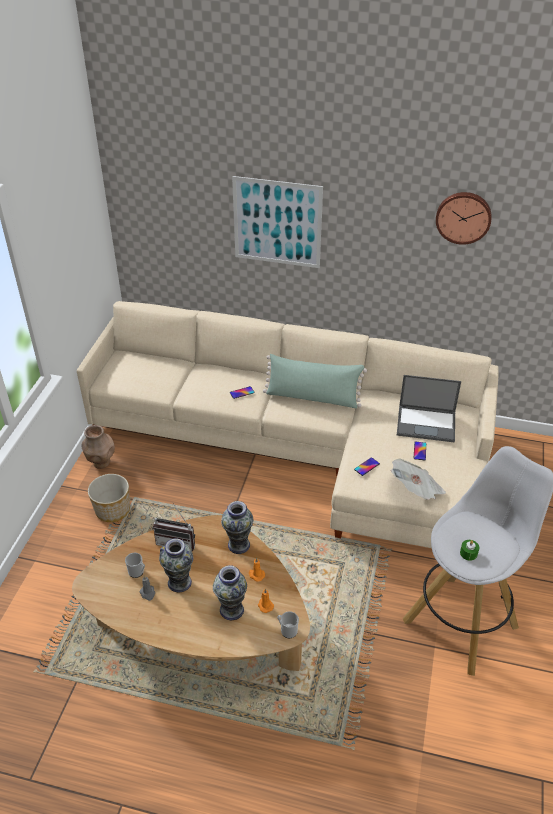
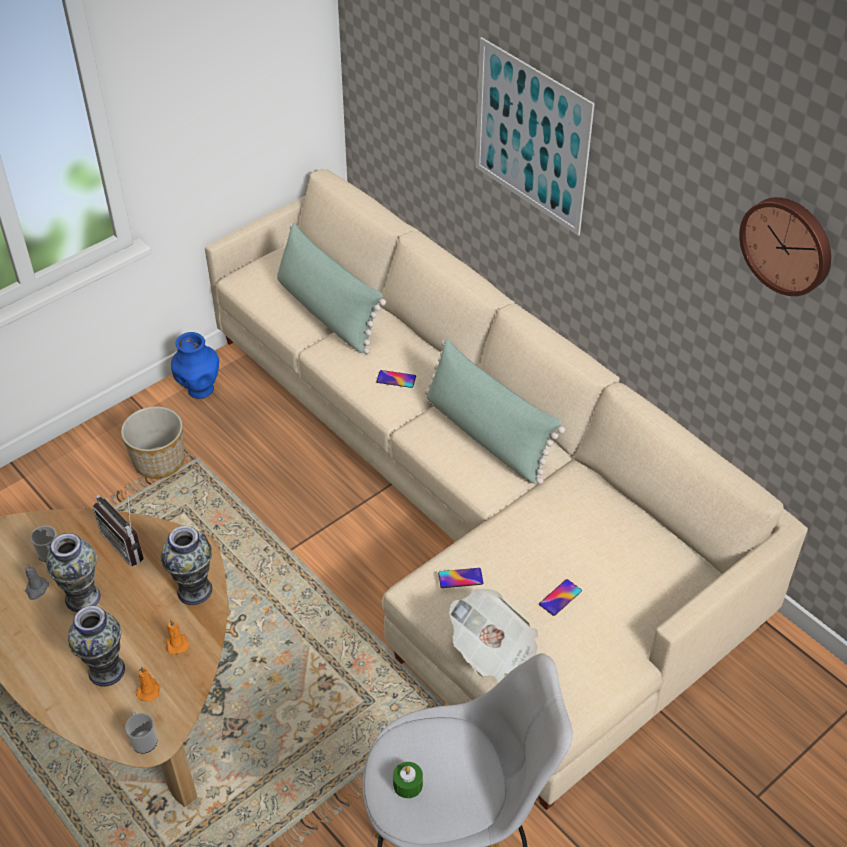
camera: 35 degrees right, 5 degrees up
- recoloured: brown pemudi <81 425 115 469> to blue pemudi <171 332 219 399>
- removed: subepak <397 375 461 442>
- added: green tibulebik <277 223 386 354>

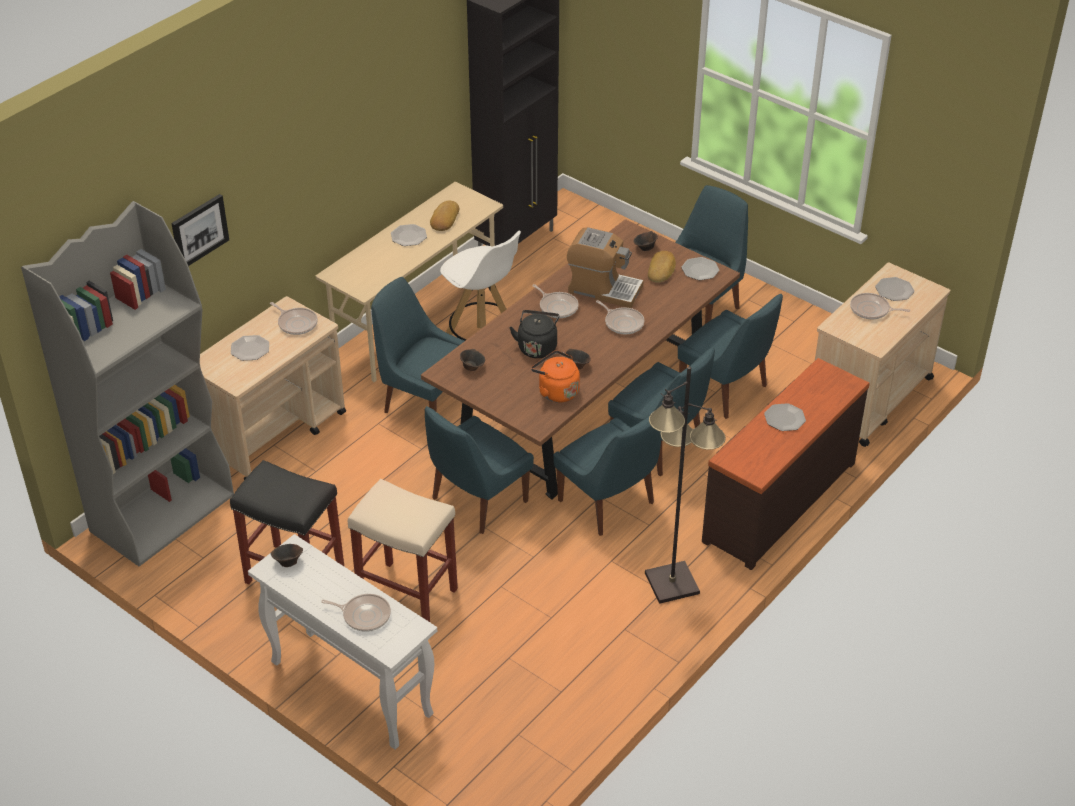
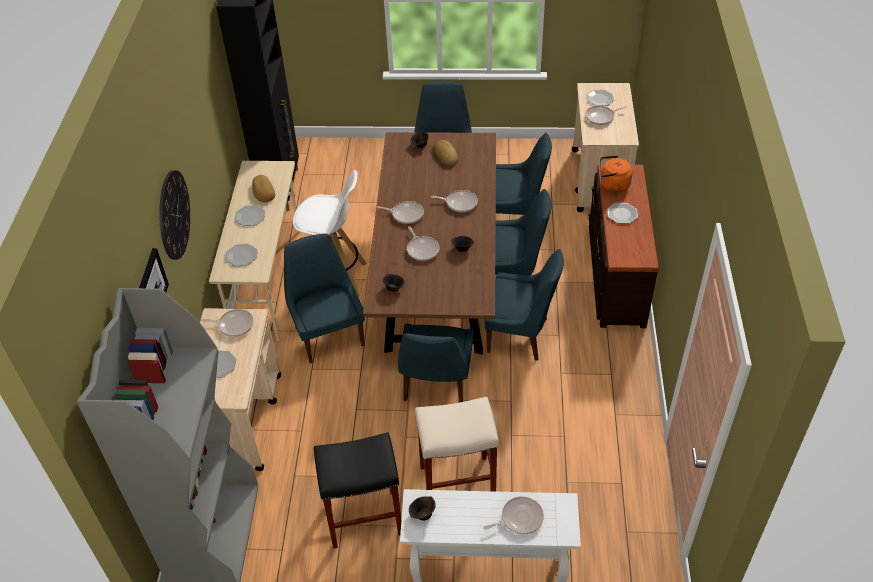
camera: 35 degrees left, 5 degrees up
- turned: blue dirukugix <371 277 464 413> = <284 234 365 364> 75 degrees clockwise
- replaced: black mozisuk <509 310 559 358> to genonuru <407 226 440 261>
- moved: orange mozisuk <531 350 580 403> to <600 155 632 193>
- removed: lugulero <567 227 644 308>
- removed: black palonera <645 366 726 604>
- moved: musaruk <681 257 719 280> to <226 244 257 267>
- added: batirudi <159 170 190 260>

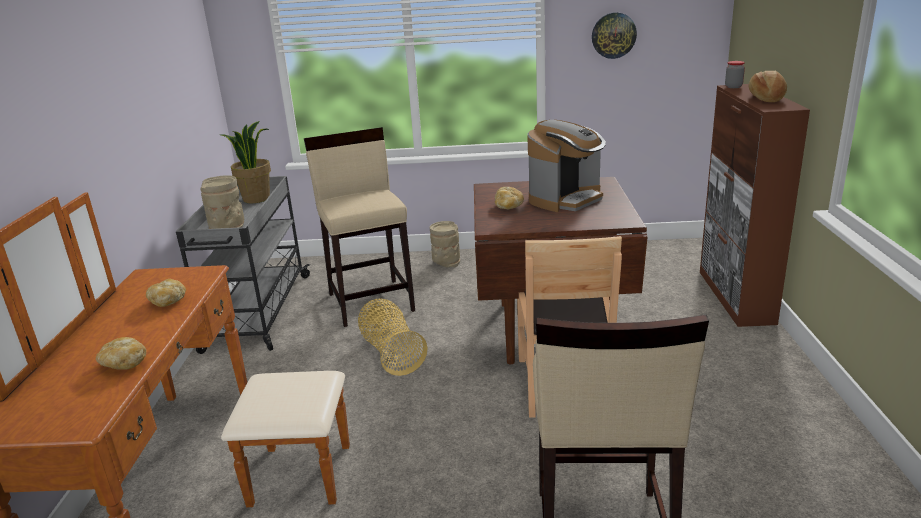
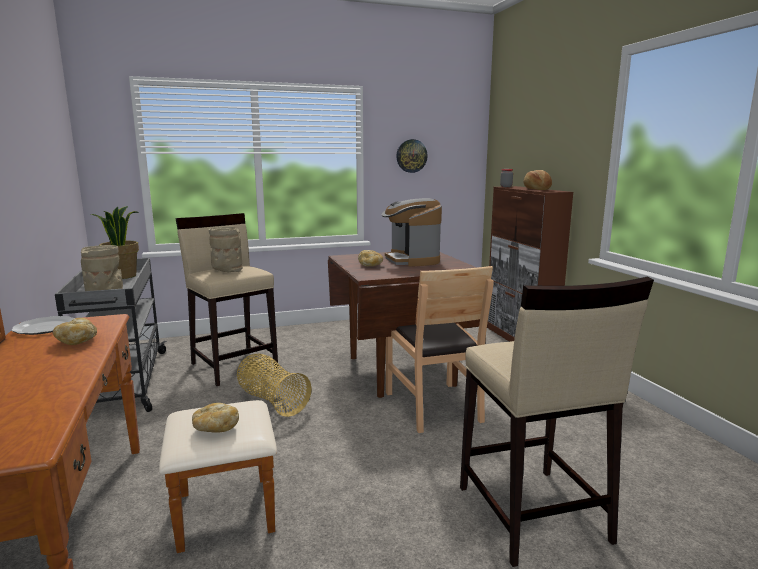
camera: 20 degrees left, 10 degrees down
- moved: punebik <96 337 146 370> to <192 403 239 433>
- moved: beige pemudi <430 221 460 267> to <209 227 243 273>
- turned: lugulero <527 120 606 212> = <382 198 442 267> 135 degrees clockwise
- added: musaruk <11 316 75 335>

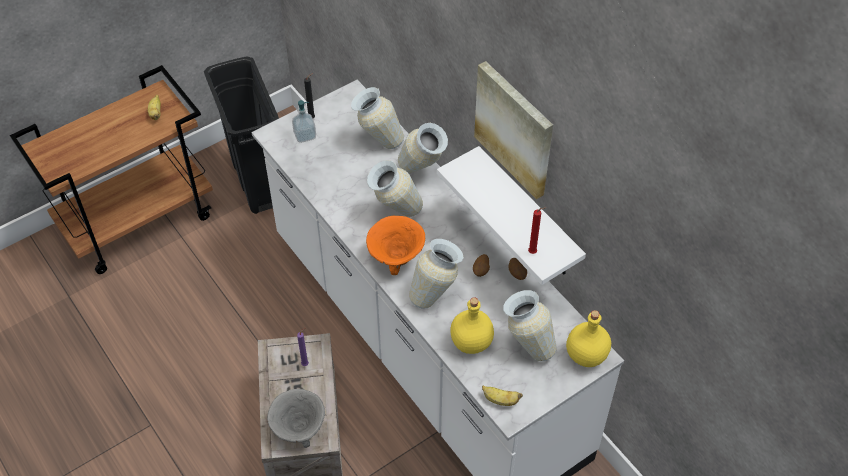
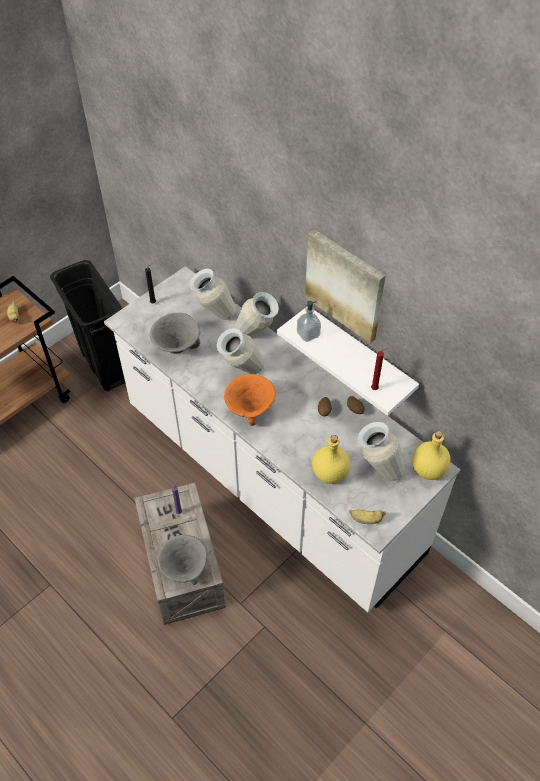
camera: 10 degrees left, 0 degrees up
- moved: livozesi <292 100 316 143> to <297 301 321 342>
- removed: pemudi <409 239 464 309>
- added: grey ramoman <150 313 200 354>

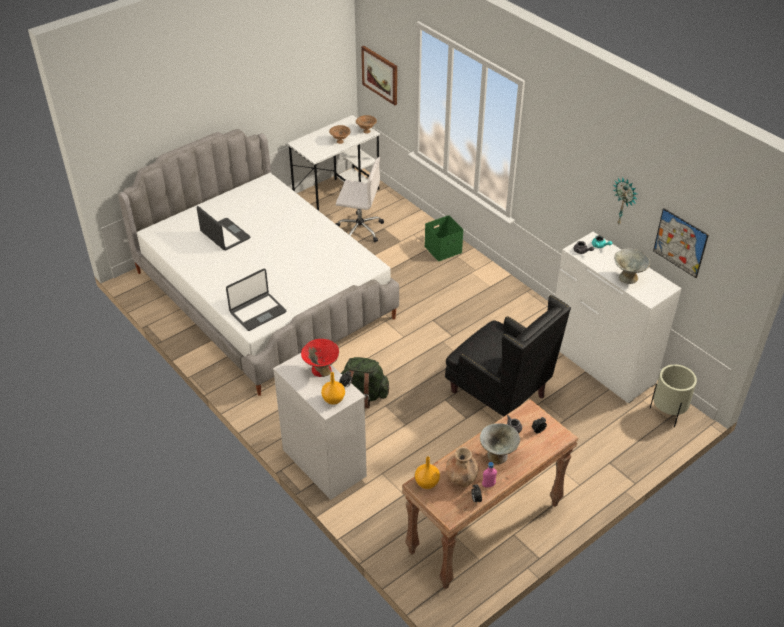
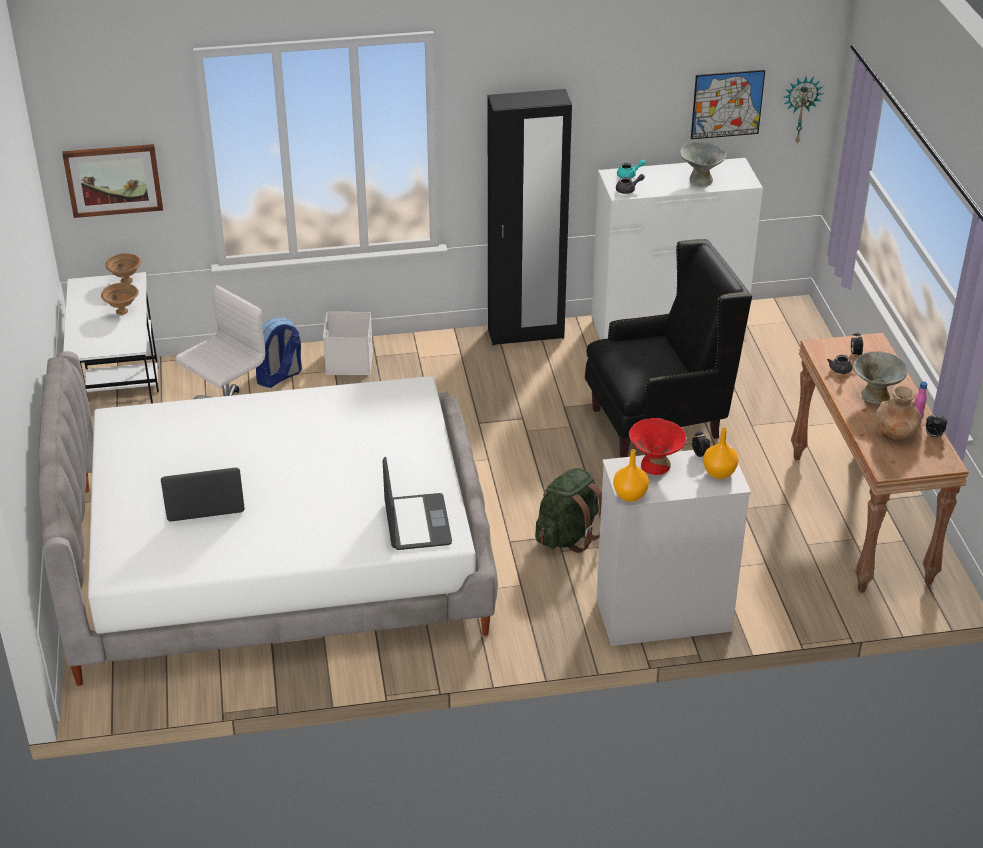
camera: 60 degrees left, 5 degrees down
- moved: orange pemudi <415 456 440 489> to <613 449 649 502>
- recoloured: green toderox <424 215 464 261> to white toderox <323 312 373 375>
- moved: batirudi <613 177 638 226> to <784 77 823 144>
- removed: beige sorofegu <650 365 697 427>
- added: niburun <256 317 302 388>
- added: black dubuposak <488 89 572 345>

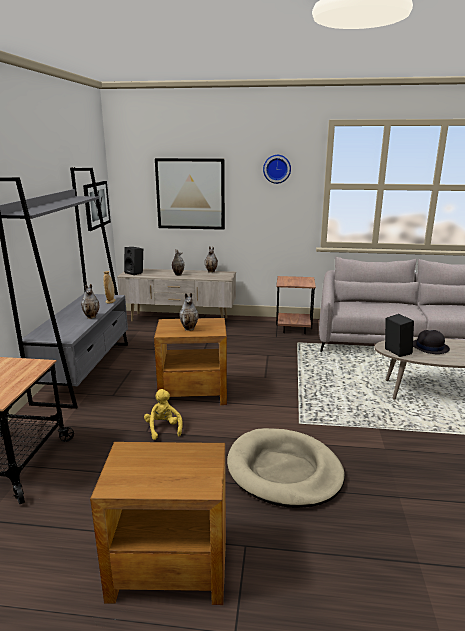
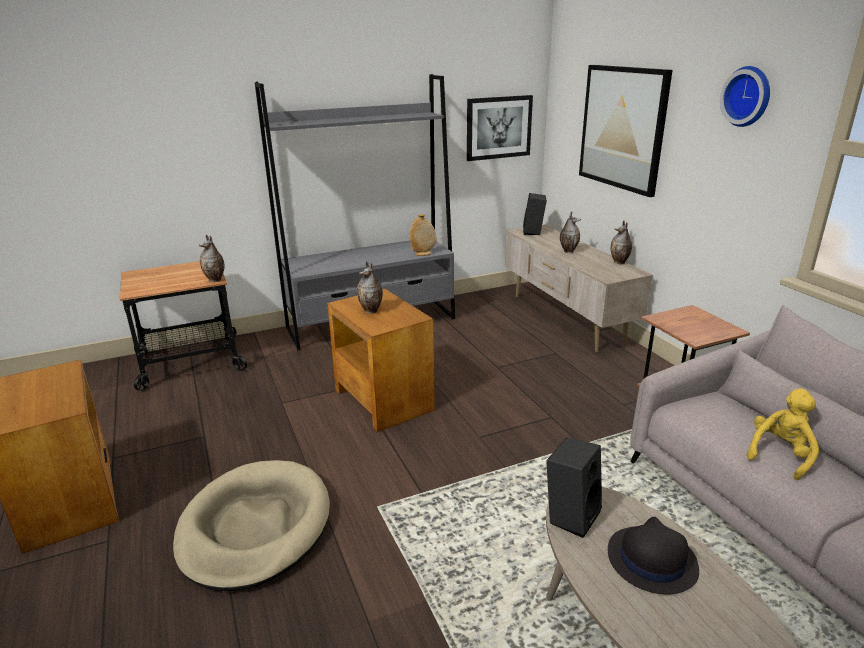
camera: 60 degrees right, 5 degrees up
- moved: pemudi <81 284 100 319> to <199 234 224 282>
- moved: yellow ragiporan <144 389 183 440> to <746 388 819 480>

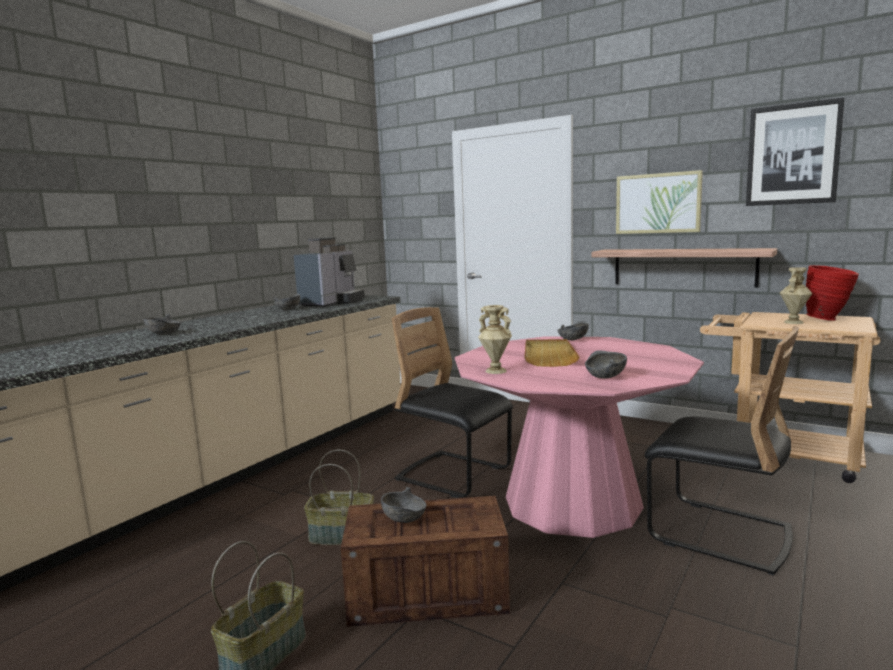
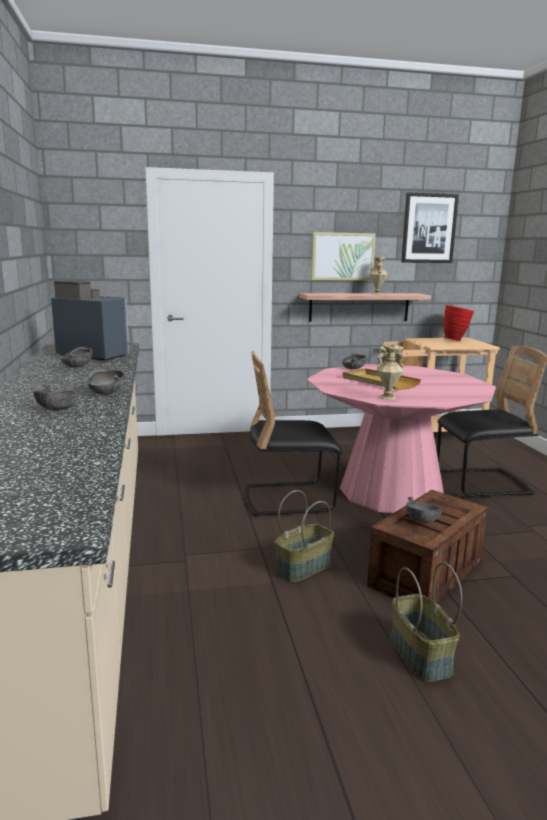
camera: 45 degrees left, 5 degrees up
- turned: lugulero <294 237 365 307> = <51 280 129 361> 45 degrees counterclockwise
- moved: grey ramoman <585 350 627 379> to <87 369 125 395>
- moved: beige pemudi <780 267 813 324> to <369 257 388 295>

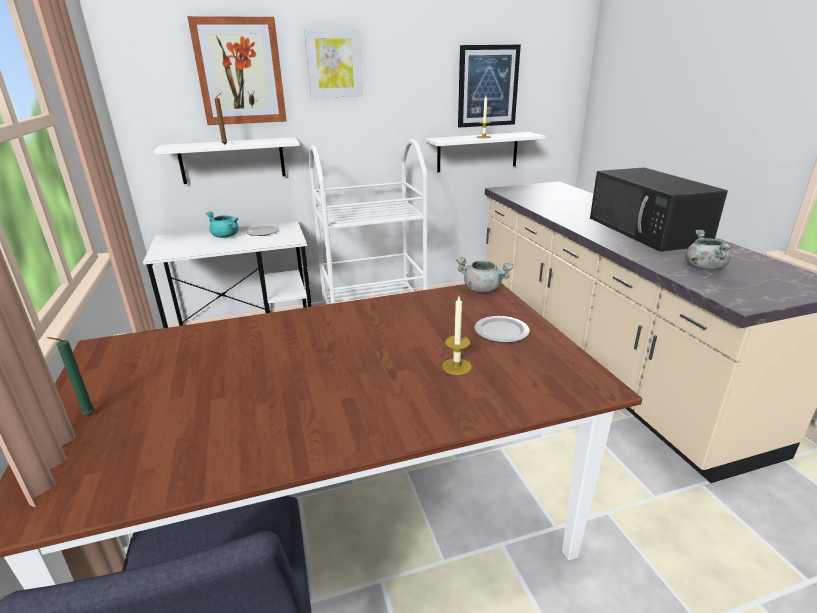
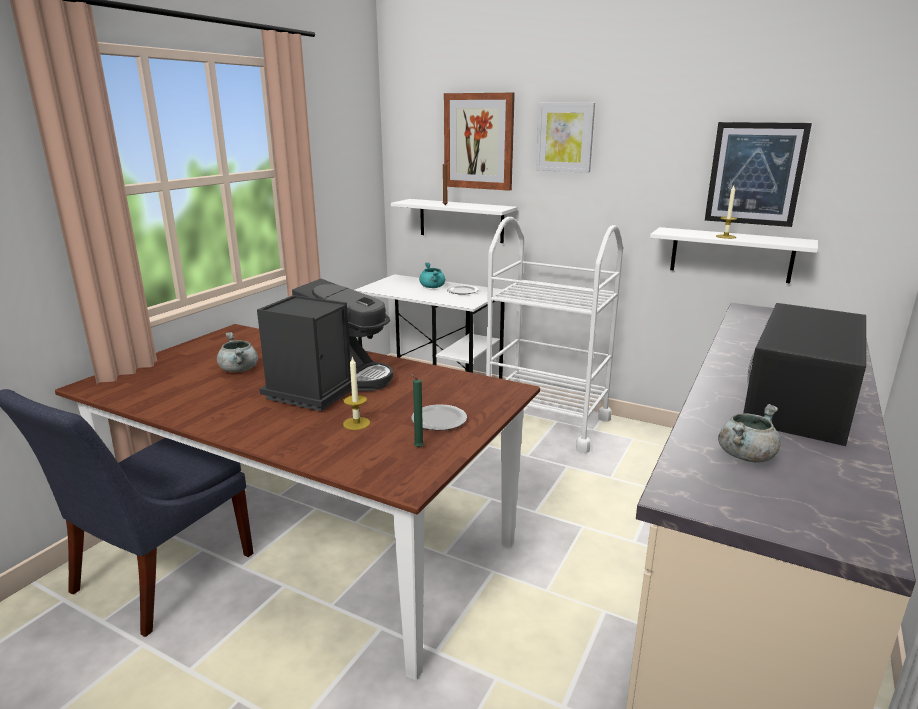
camera: 45 degrees right, 5 degrees down
- moved: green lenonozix <47 337 95 415> to <408 373 424 448>
- moved: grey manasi <456 257 513 293> to <217 332 258 372>
- added: lugulero <257 279 393 411>

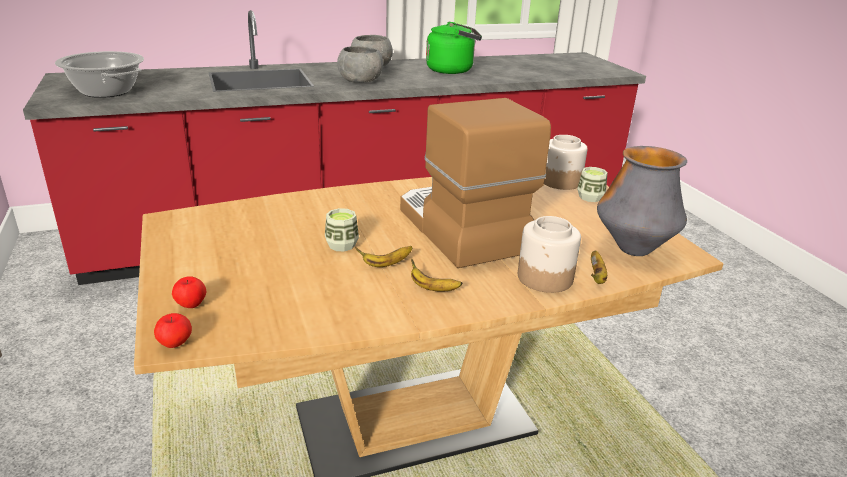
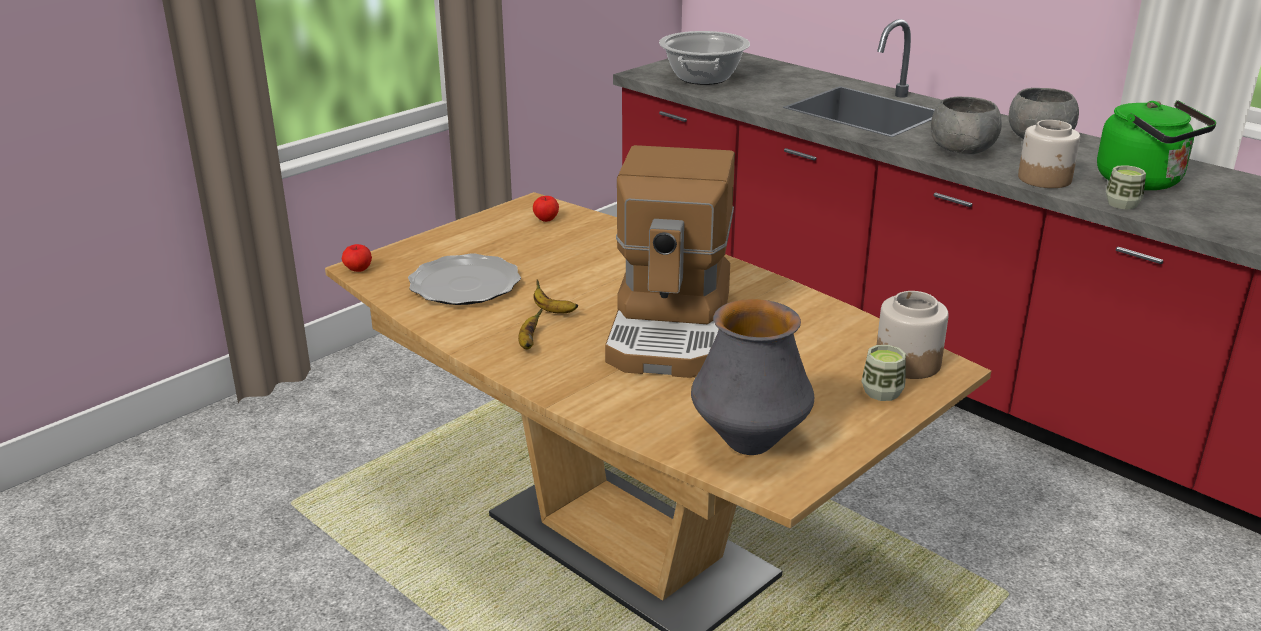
camera: 65 degrees right, 0 degrees up
- moved: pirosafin <172 276 206 308> to <533 196 559 222>
- moved: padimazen <325 208 359 251> to <1106 165 1146 209>
- turned: lugulero <400 98 551 268> = <605 145 735 378> 150 degrees clockwise
- moved: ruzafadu <518 216 581 293> to <1018 120 1080 188>
- removed: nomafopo <591 251 607 284>
- added: musaruk <408 254 521 305>

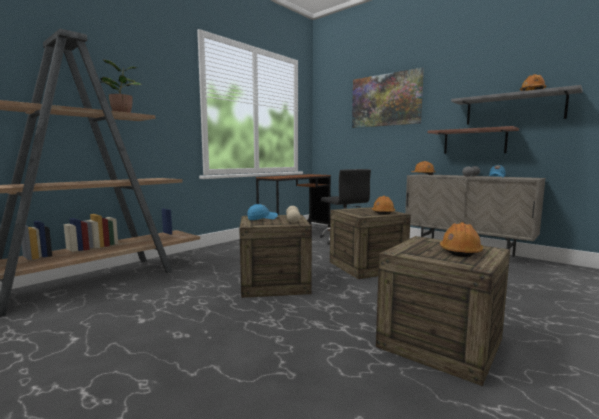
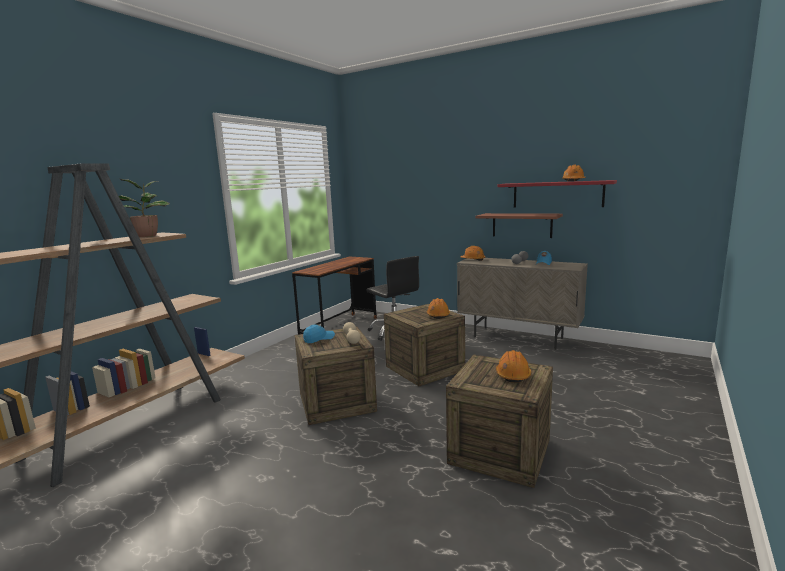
camera: 10 degrees left, 5 degrees up
- removed: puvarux <352 67 424 128>
- recoloured: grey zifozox <451 85 583 125> to red zifozox <498 180 617 207>

